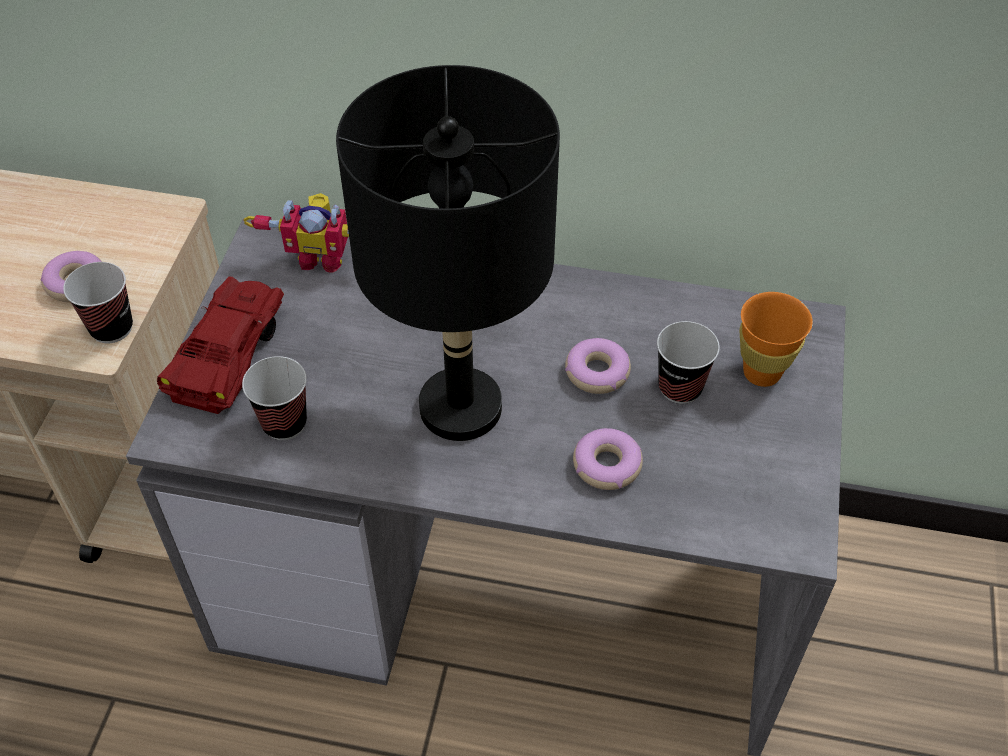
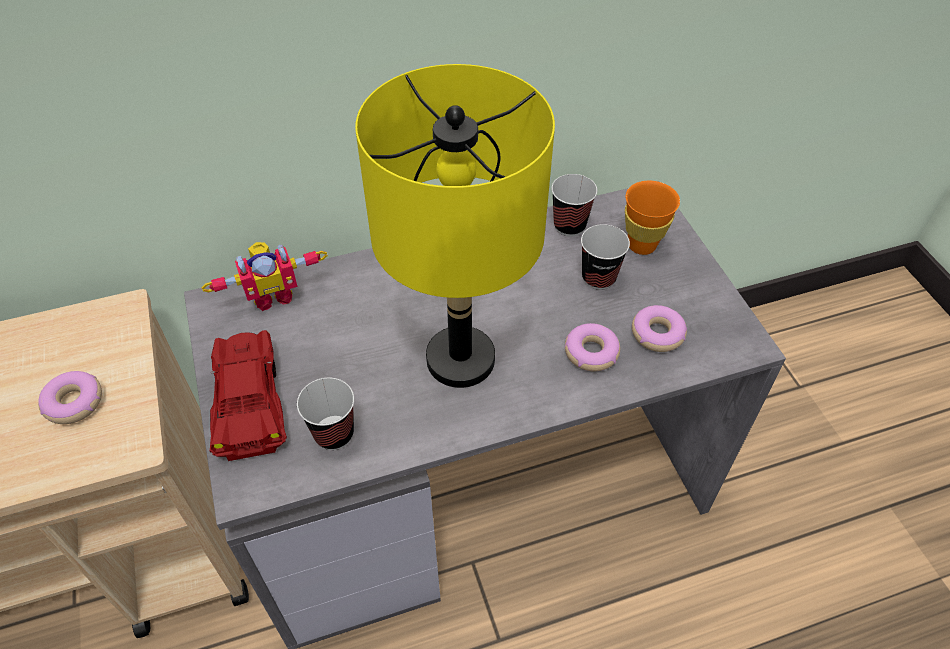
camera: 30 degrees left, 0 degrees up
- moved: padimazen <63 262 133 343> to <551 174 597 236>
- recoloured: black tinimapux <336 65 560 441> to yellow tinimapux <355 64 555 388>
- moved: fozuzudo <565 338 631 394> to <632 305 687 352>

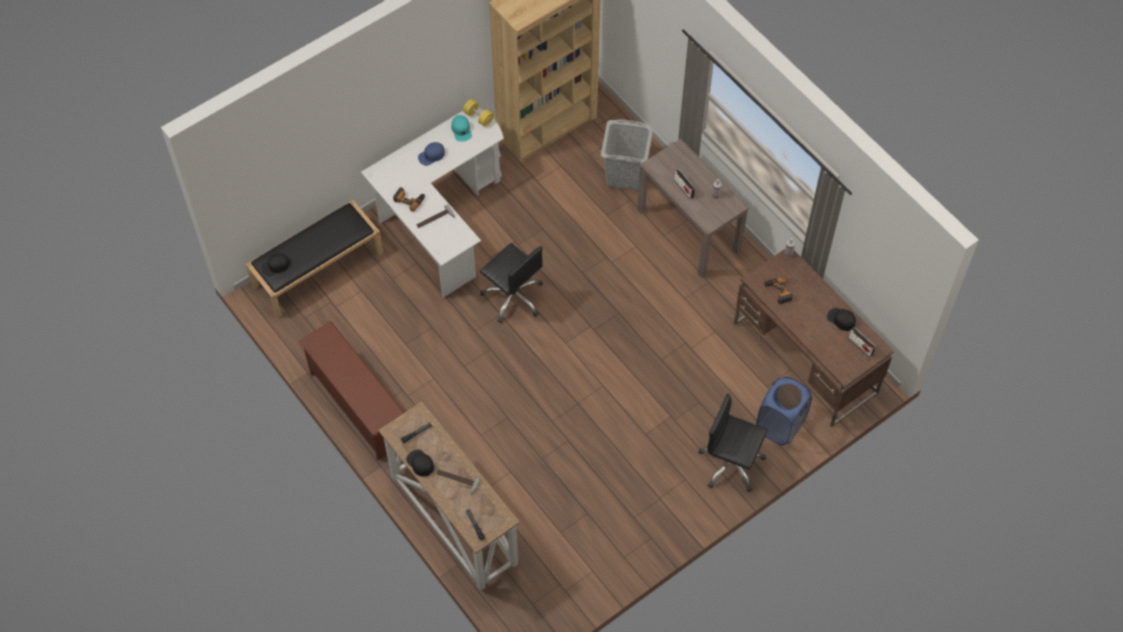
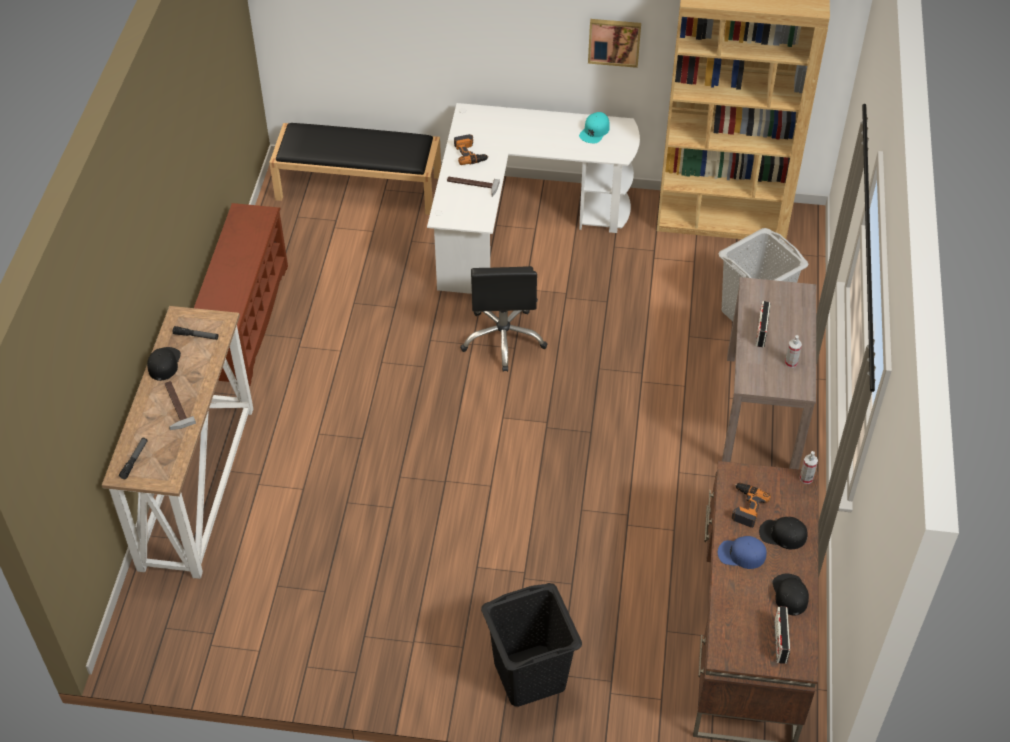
camera: 45 degrees right, 10 degrees down
- moved: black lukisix <261 253 289 277> to <759 517 808 549>
- moved: blue lukisix <418 142 445 166> to <718 536 767 569>
- removed: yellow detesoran <463 99 494 127>
- replaced: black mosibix <698 394 767 492> to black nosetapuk <481 583 582 707>
- removed: blue nosetapuk <756 377 812 445>
- added: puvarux <588 19 641 68>

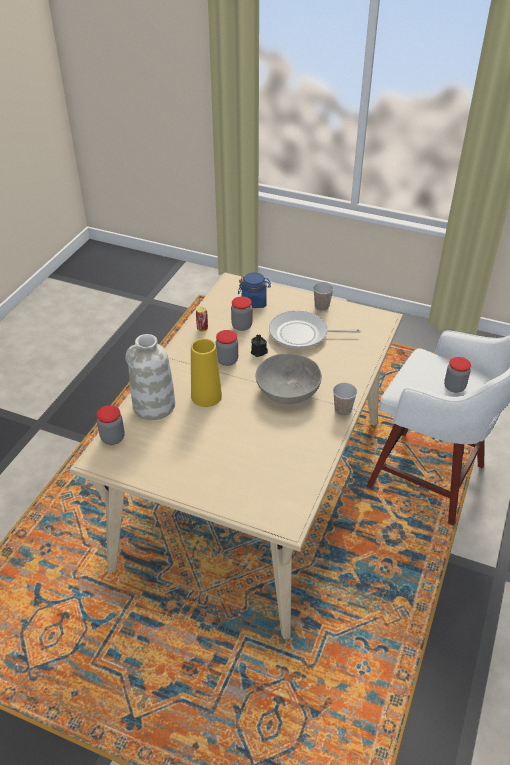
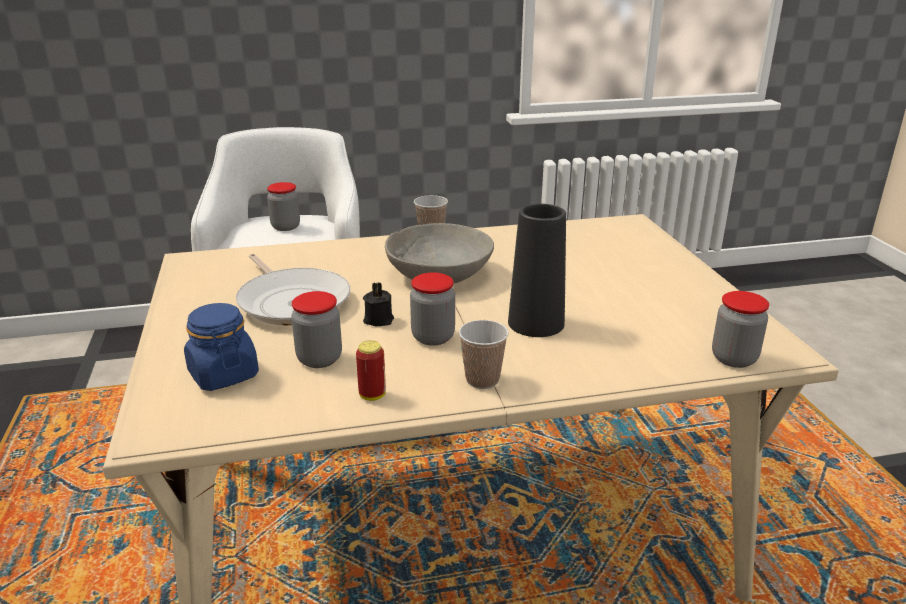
camera: 125 degrees left, 15 degrees down
- removed: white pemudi <125 334 175 420>
- recoloured: yellow pemudi <191 338 222 407> to black pemudi <508 204 566 337>
- moved: padimazen <313 282 334 311> to <459 320 509 389>

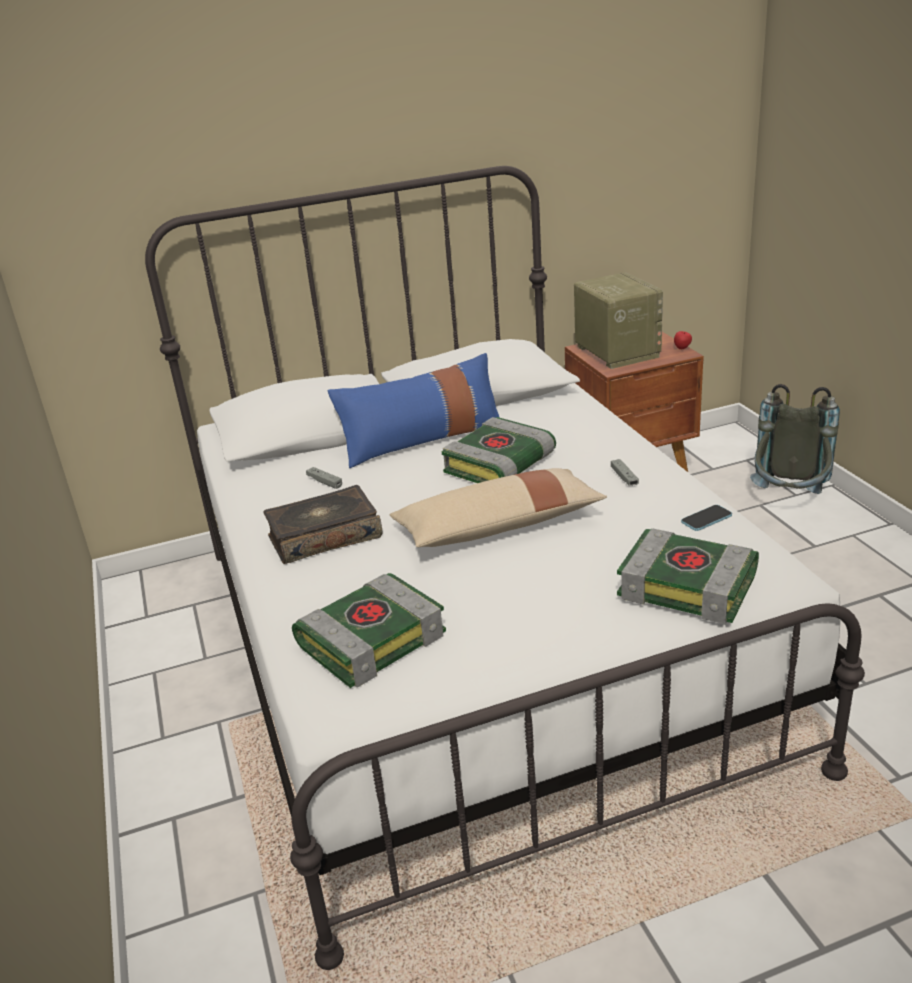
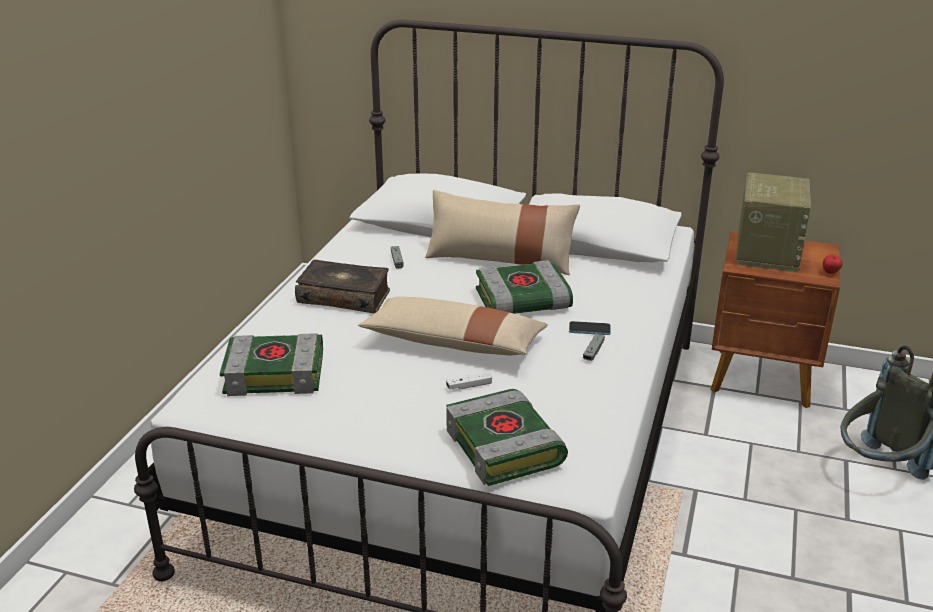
camera: 35 degrees right, 0 degrees up
- recoloured: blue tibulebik <328 353 500 468> to beige tibulebik <425 190 580 275>
- moved: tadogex <681 505 732 531> to <569 321 611 335>
- added: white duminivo <446 372 492 389>

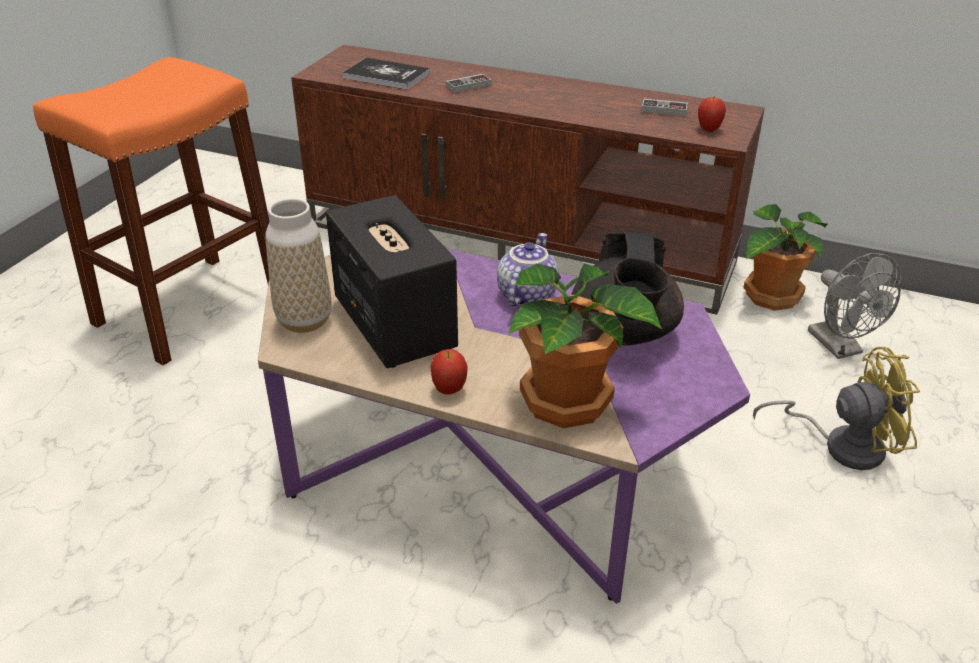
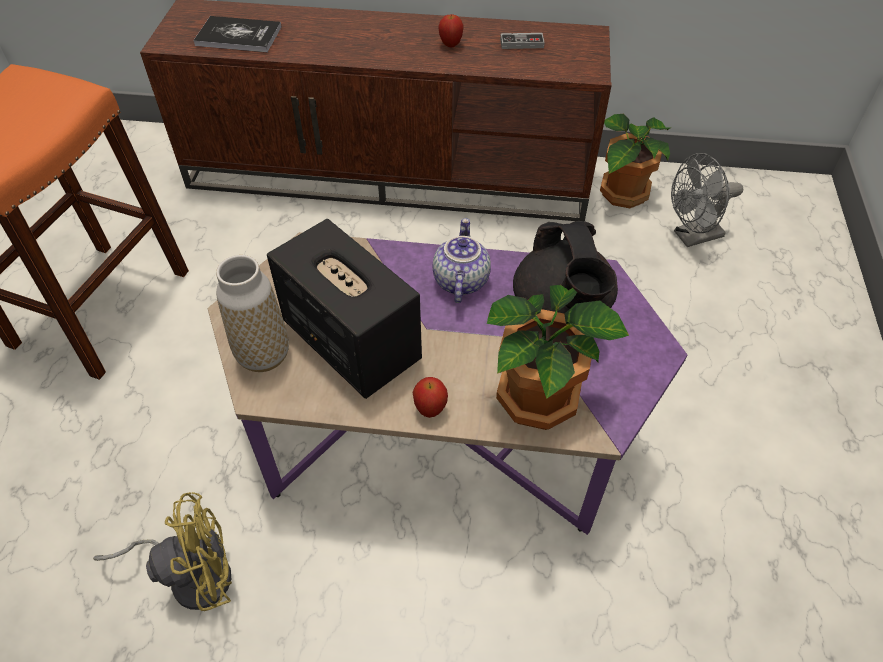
camera: 15 degrees left, 15 degrees up
- removed: duminivo <446 74 491 93>
- moved: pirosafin <698 95 726 132> to <438 14 464 47>
- moved: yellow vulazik <753 347 920 470> to <93 492 232 611>
- turned: grey vulazik <808 253 902 359> = <671 153 743 247> 105 degrees clockwise

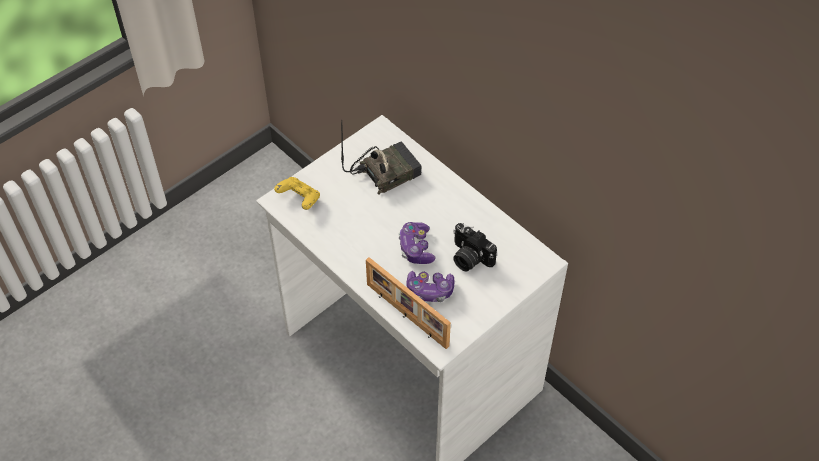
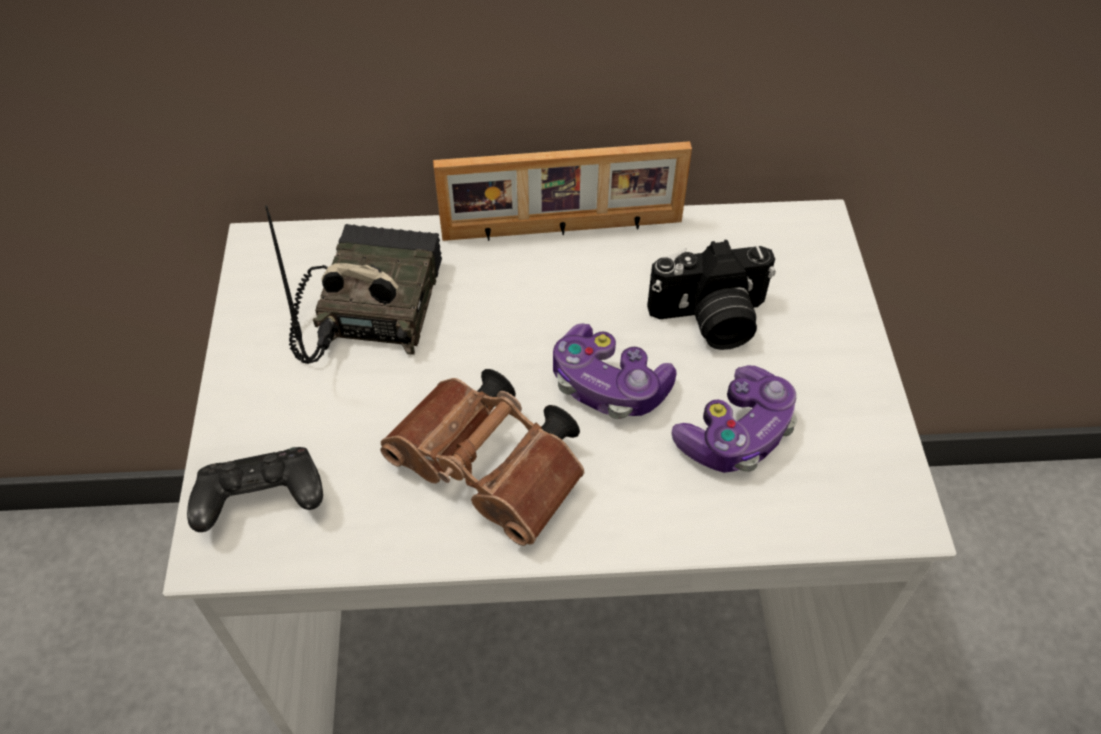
camera: 50 degrees left, 0 degrees up
- recoloured: yellow duminivo <274 177 320 210> to black duminivo <187 447 323 532>
- moved: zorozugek <366 257 451 349> to <433 141 692 241>
- added: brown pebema <380 369 585 546>

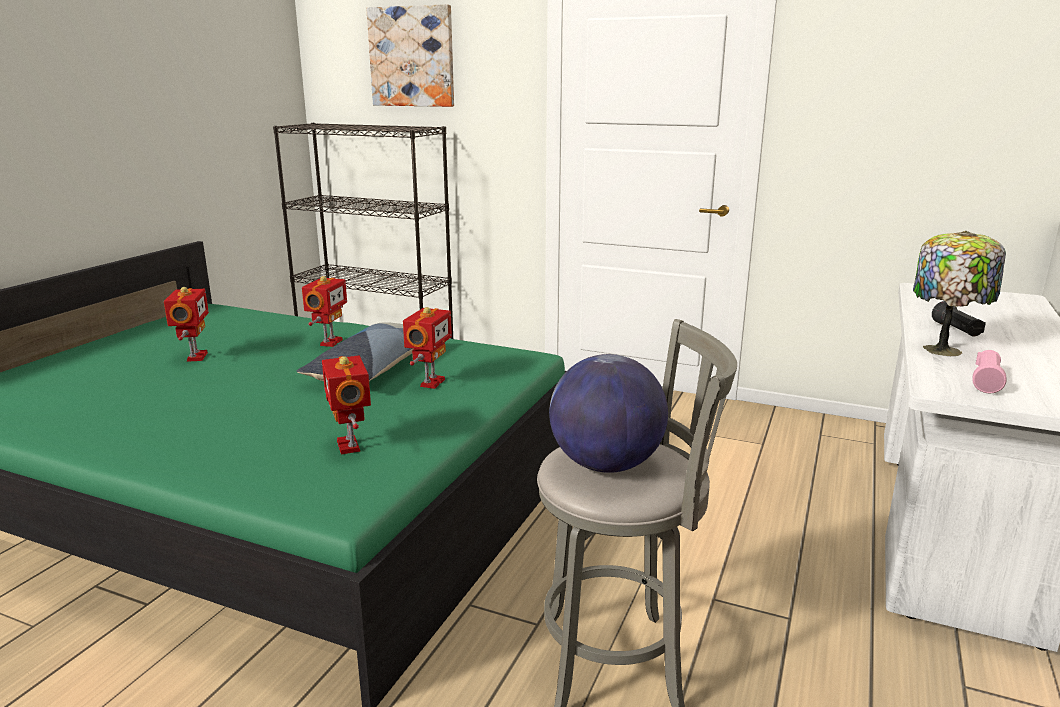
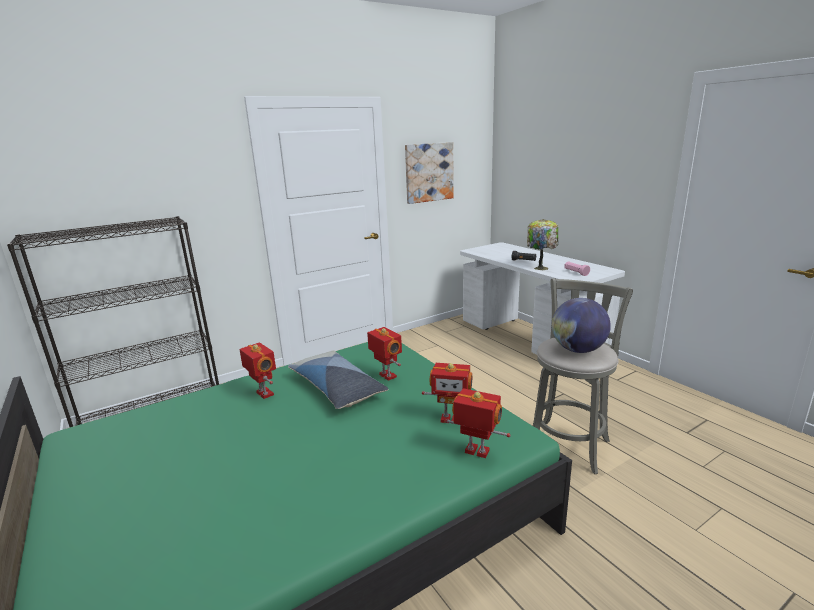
camera: 55 degrees left, 0 degrees up
- moved: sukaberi <164 287 209 362> to <445 388 511 458>
- moved: puvarux <366 4 454 107> to <405 142 454 204>

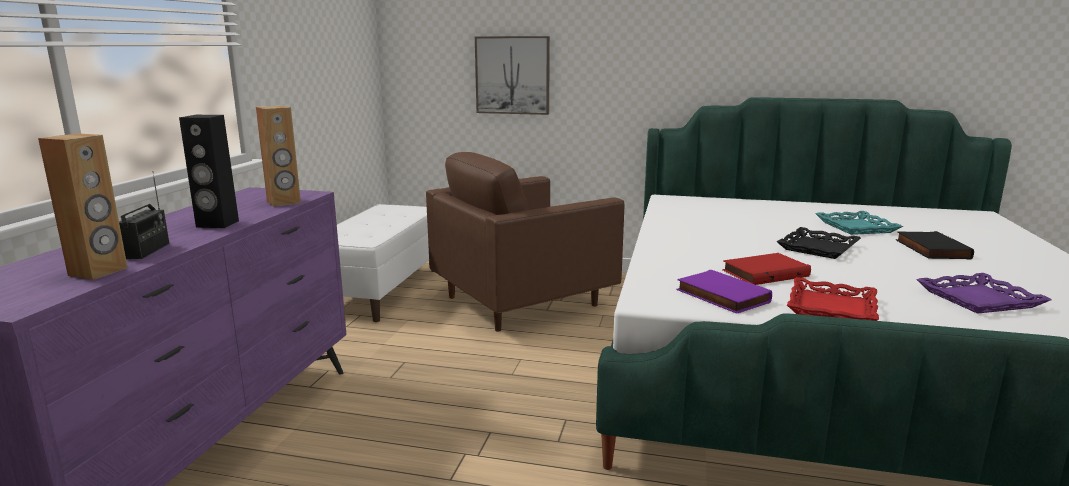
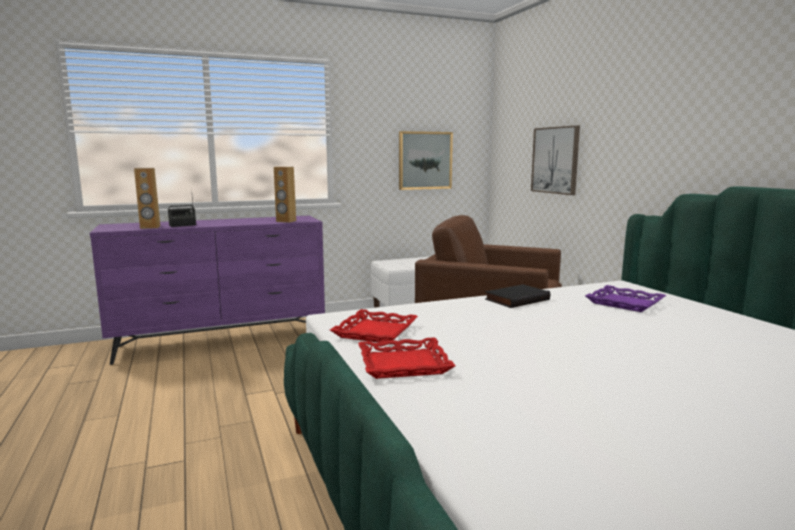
camera: 55 degrees right, 5 degrees down
- removed: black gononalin <179 115 239 228>
- replaced: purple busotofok <676 270 772 314> to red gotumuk <330 309 418 343>
- removed: red busotofok <722 253 811 285>
- removed: black gotumuk <777 227 861 259>
- removed: turquoise gotumuk <815 211 903 235>
- moved: black busotofok <896 231 974 259> to <485 284 550 308>
- moved: purple gotumuk <916 273 1052 314> to <585 285 666 312>
- added: puvarux <399 131 453 190>

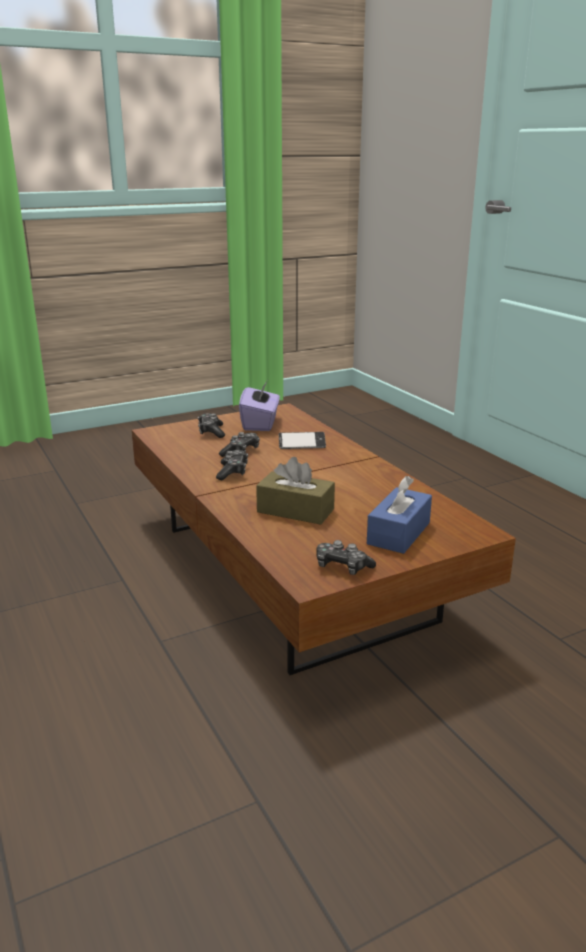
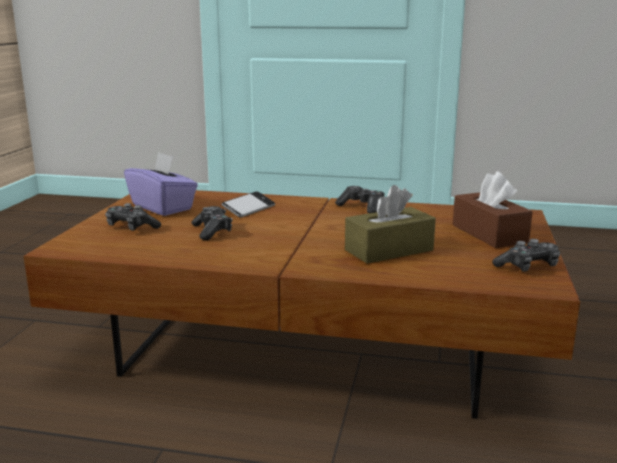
camera: 50 degrees left, 5 degrees down
- moved: duminivo <216 450 248 480> to <335 186 384 213>
- recoloured: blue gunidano <367 476 432 554> to brown gunidano <453 171 533 248>

